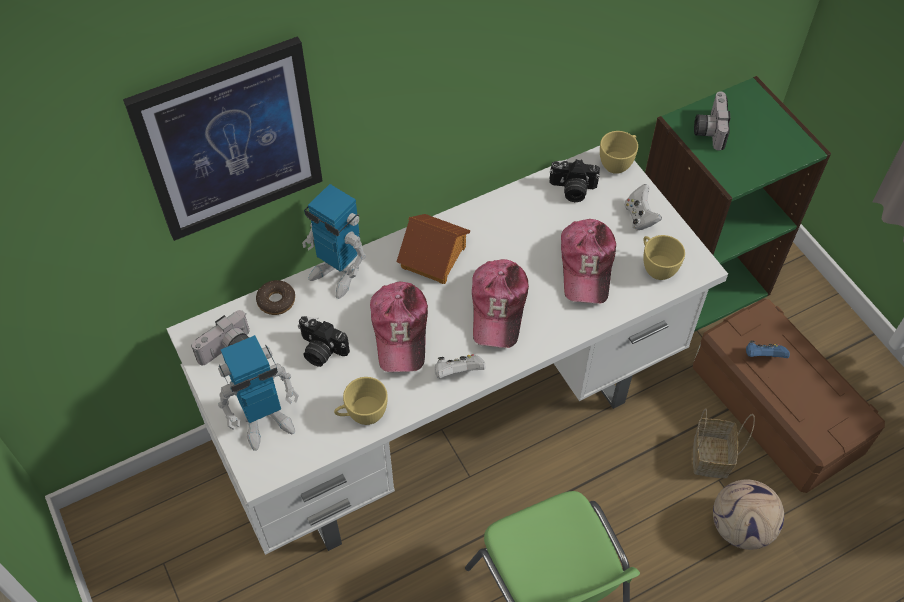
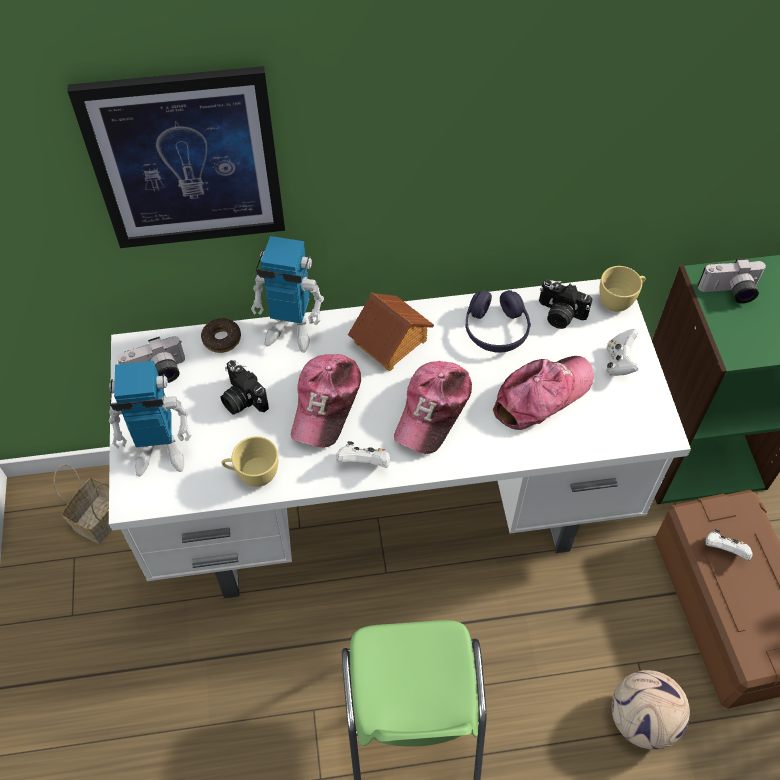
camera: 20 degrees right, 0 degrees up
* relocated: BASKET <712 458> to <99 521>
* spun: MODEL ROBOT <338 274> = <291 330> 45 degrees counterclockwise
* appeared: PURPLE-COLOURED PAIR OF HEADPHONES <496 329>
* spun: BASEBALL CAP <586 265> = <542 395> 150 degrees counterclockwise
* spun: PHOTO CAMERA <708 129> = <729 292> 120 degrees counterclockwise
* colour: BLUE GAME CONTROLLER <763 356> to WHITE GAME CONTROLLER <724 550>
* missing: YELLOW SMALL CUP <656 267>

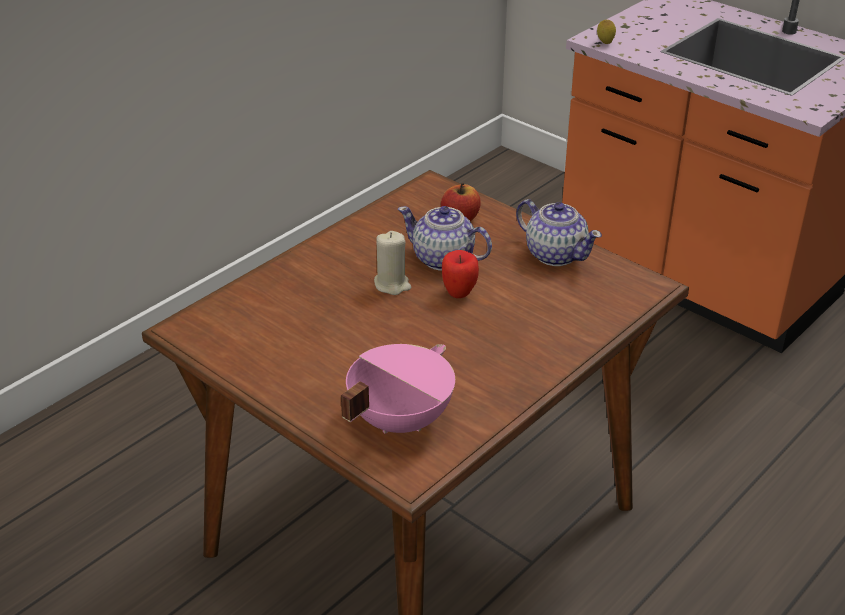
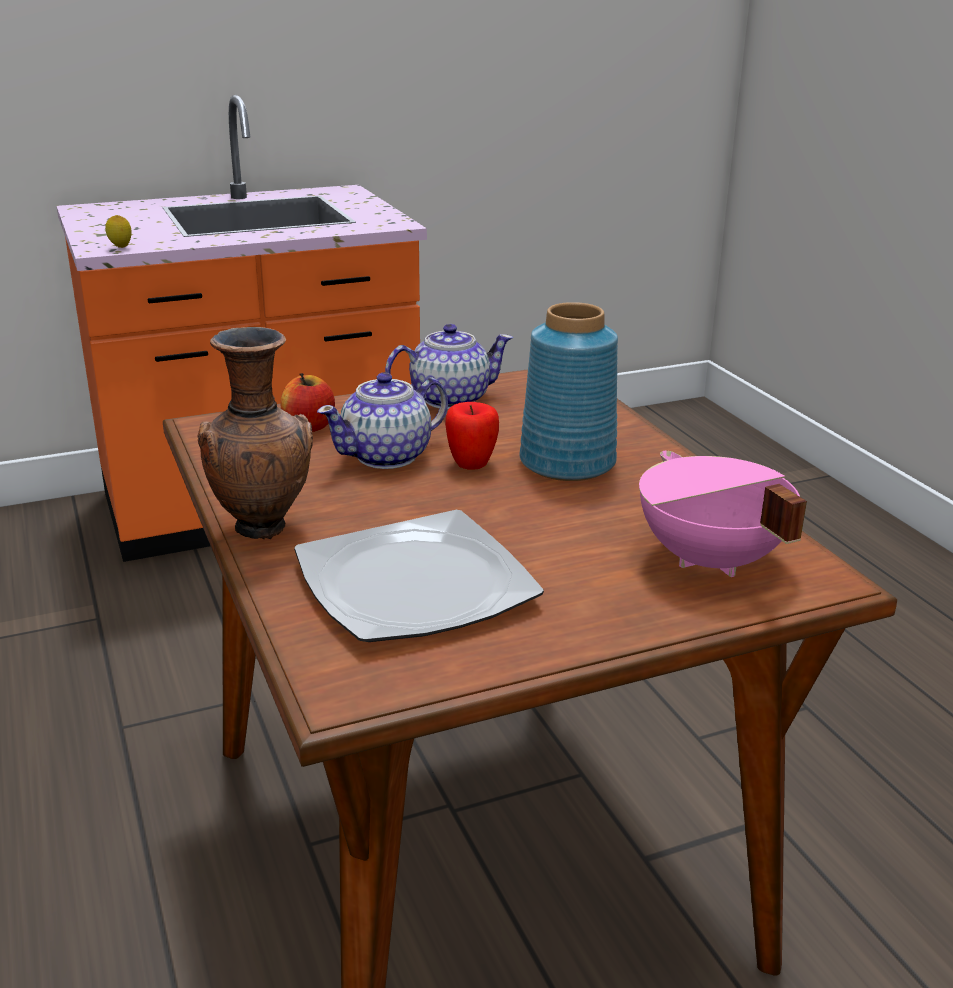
camera: 65 degrees left, 10 degrees down
* appeared: BROWNISH FLOWER VASE <263 527>
* appeared: PLATE <412 583>
* appeared: BLUE FLOWER VASE <568 464>
* missing: BEIGE-COLOURED WAX CANDLE <392 284>

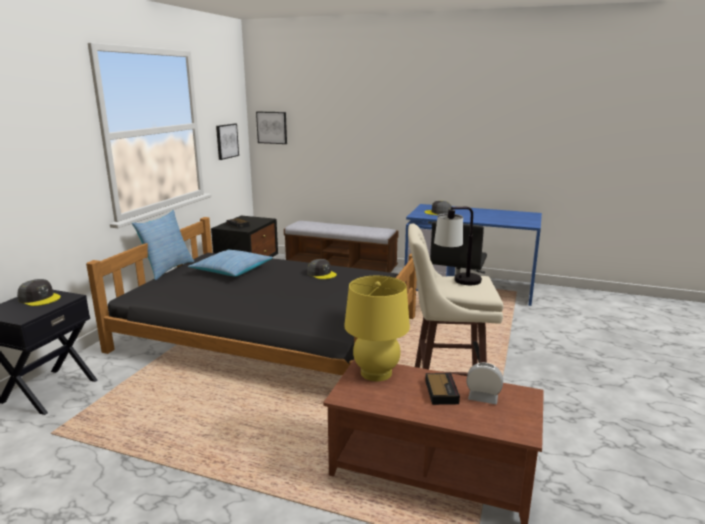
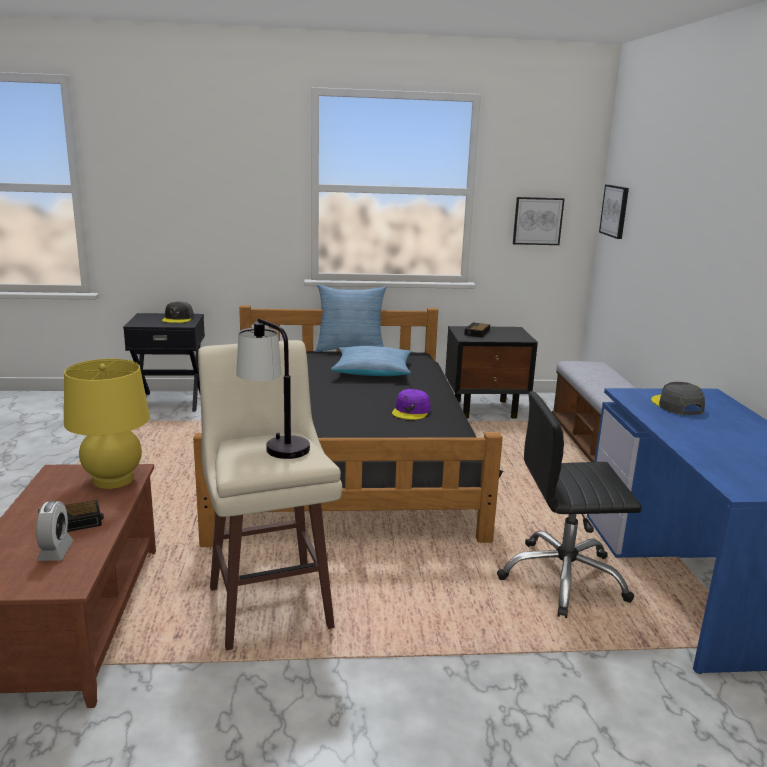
camera: 65 degrees right, 0 degrees up
* colour: GREY BASEBALL CAP <321 274> to PURPLE-COLOURED BASEBALL CAP <411 411>

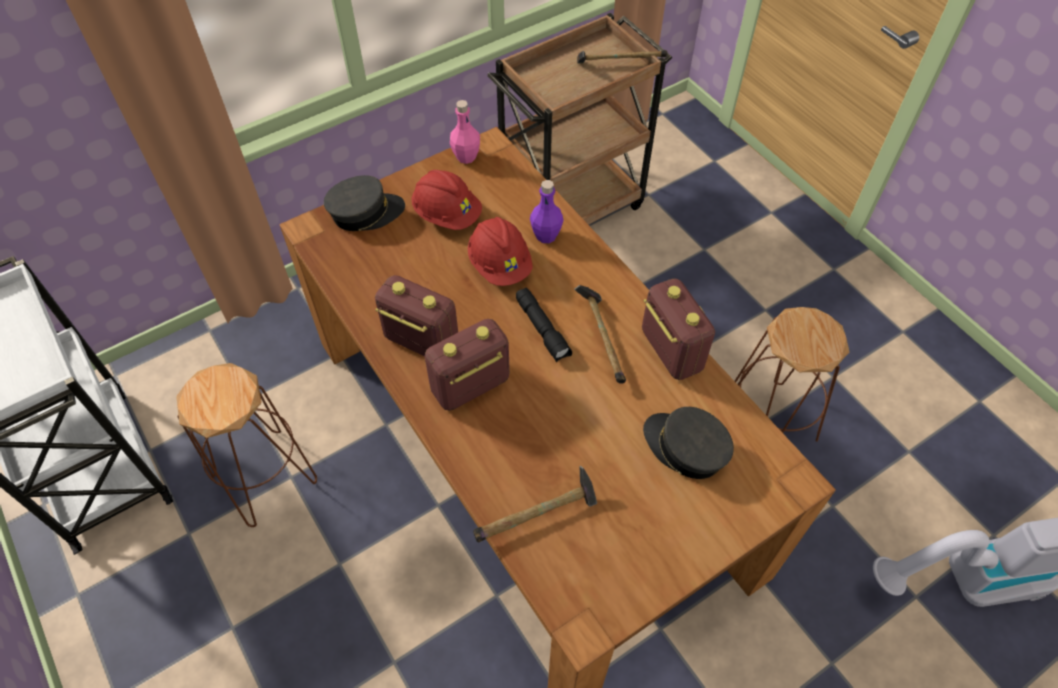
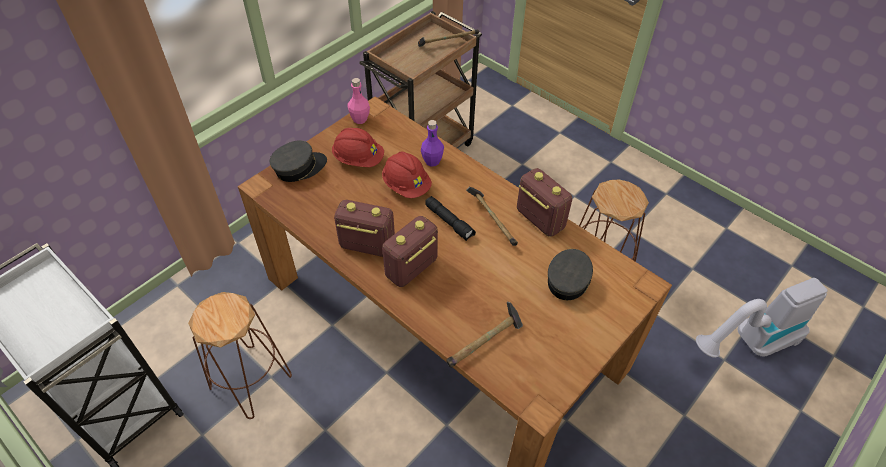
camera: 15 degrees left, 5 degrees down
* spun: GREY BASEBALL CAP <685 448> = <568 279> 90 degrees clockwise

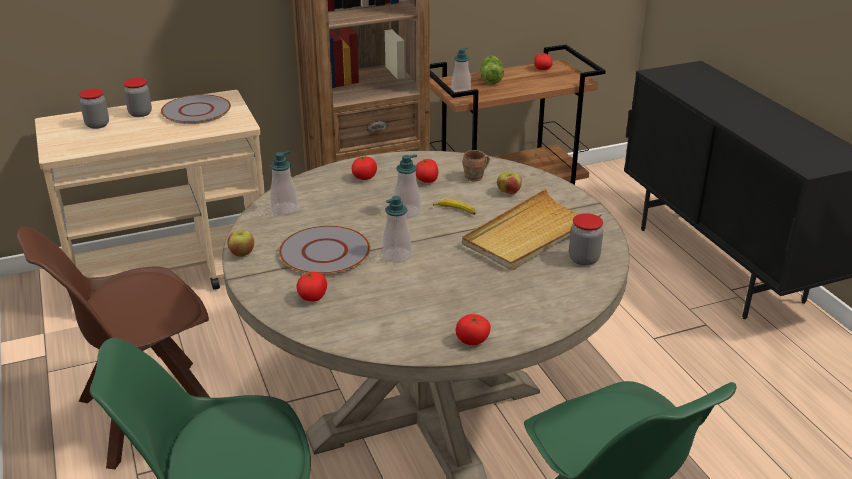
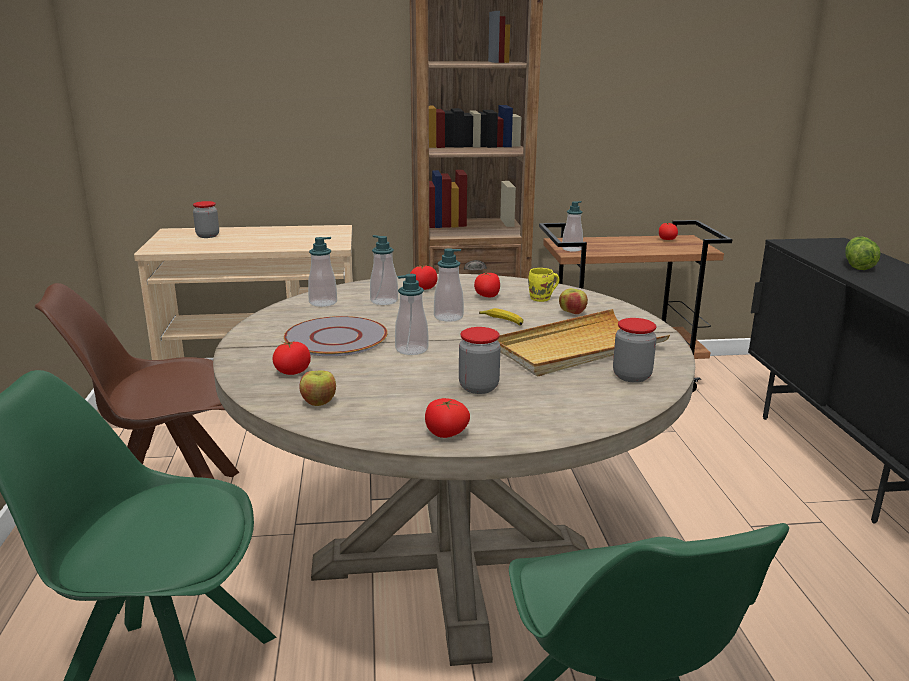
camera: 15 degrees right, 10 degrees down
* relocated: WHOLE APPLE <242 253> to <318 402>
* appeared: SOAP BOTTLE <384 301>
* relocated: PRESERVE JAR <140 113> to <478 387>
* colour: BROWNISH TEA MUG <475 178> to YELLOW TEA MUG <542 299>
* relocated: LETTUCE <491 78> to <858 265>
* missing: GREY PLATE <196 111>

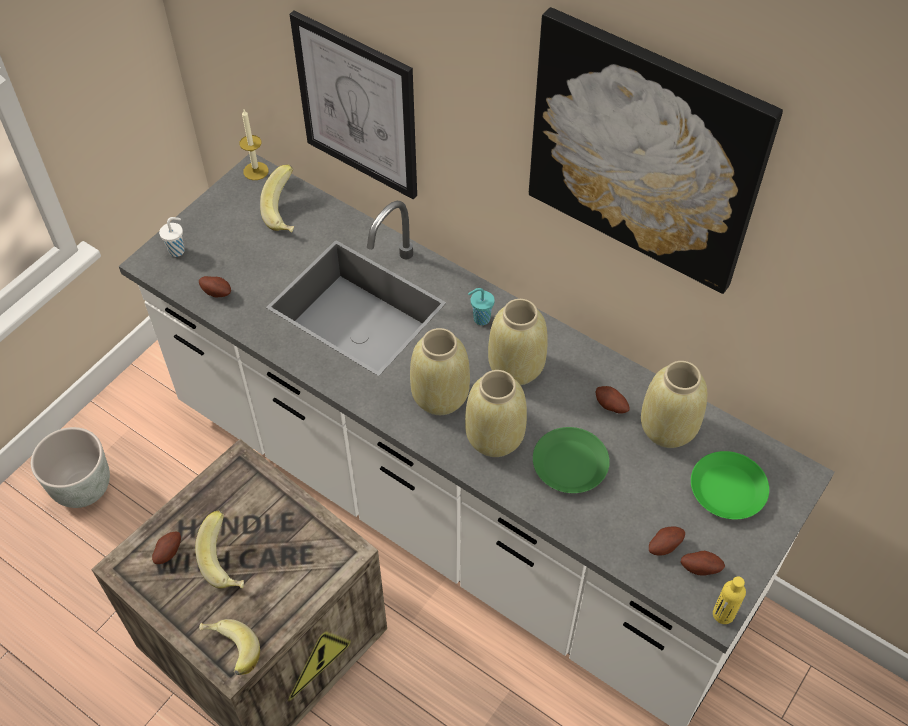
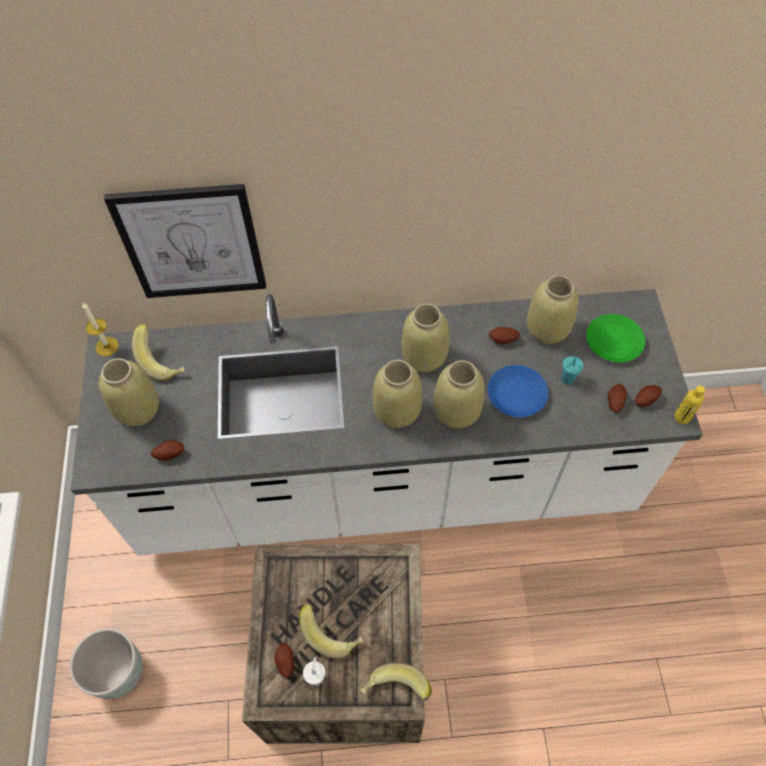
camera: 40 degrees left, 5 degrees up
* appeared: BEIGE-COLOURED FLOWER VASE <138 409>
* relocated: WHITE SMALL CUP <177 250> to <316 677>
* colour: GREEN PLATE <569 465> to BLUE PLATE <516 395>
* relocated: TURQUOISE-COLOURED SMALL CUP <480 319> to <567 379>
* missing: WALL ART <645 152>

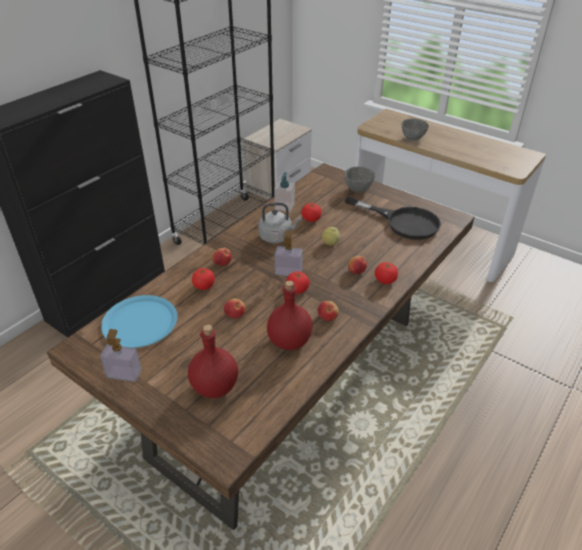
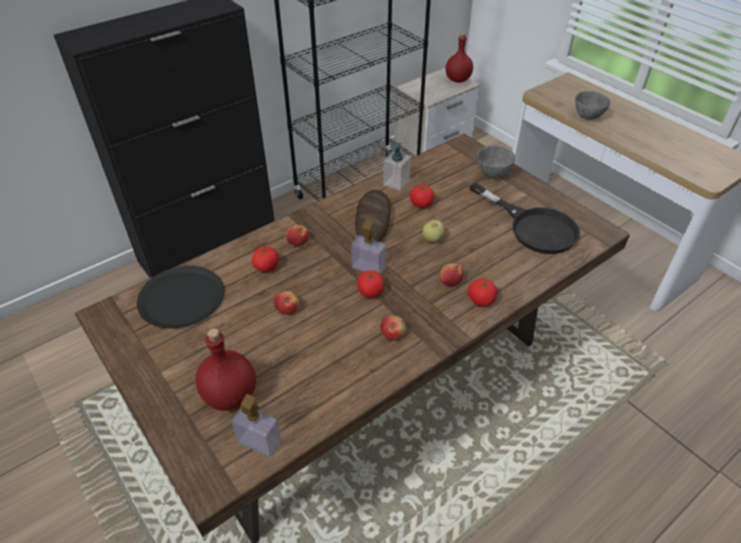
camera: 15 degrees right, 5 degrees up
* colour: BLUE PLATE <140 322> to BLACKISH PLATE <181 298>
* relocated: SOAP BOTTLE <124 374> to <259 442>
* exchanged: GREY KETTLE <277 237> to BAKERY BREAD <373 220>
* relocated: RED BOTTLE <289 342> to <457 80>

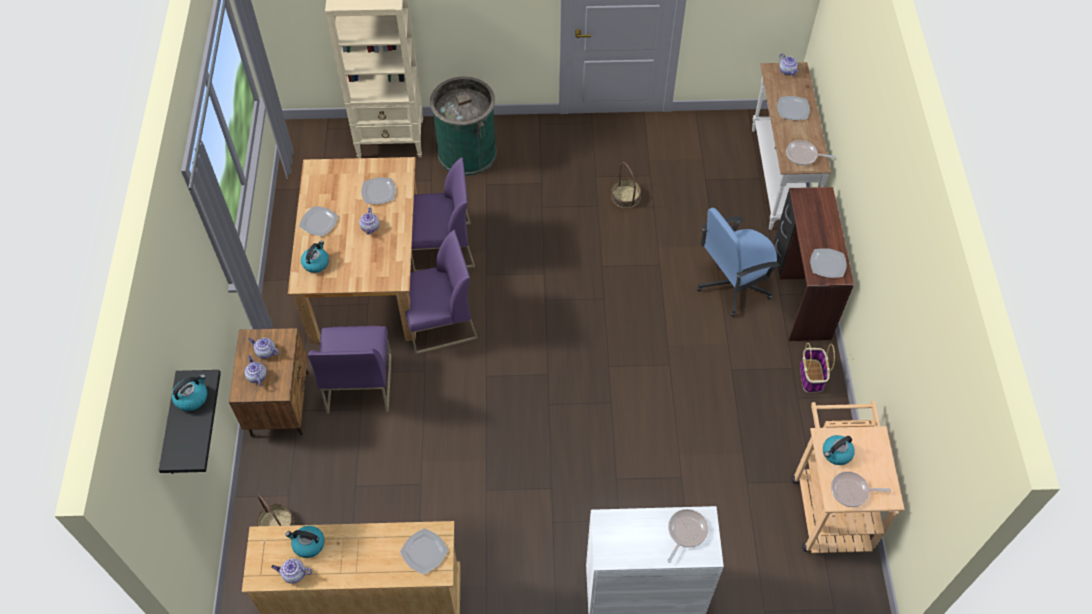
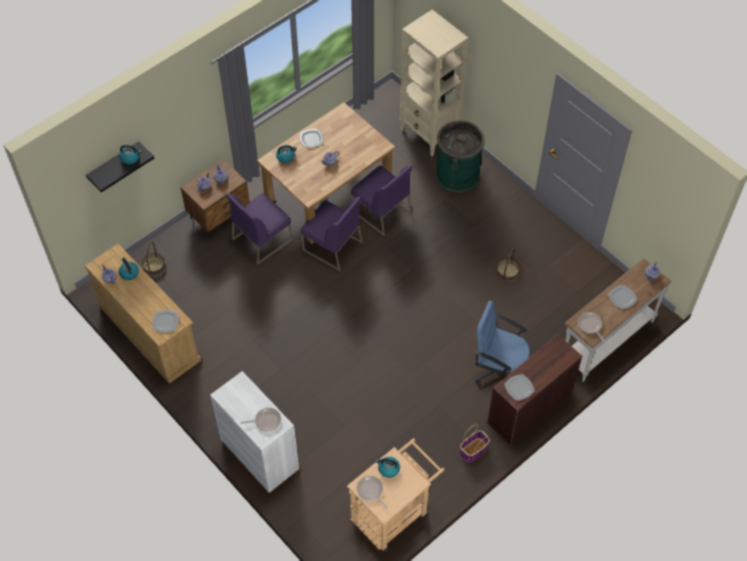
camera: 50 degrees right, 0 degrees up
* missing: PLATE <378 192>

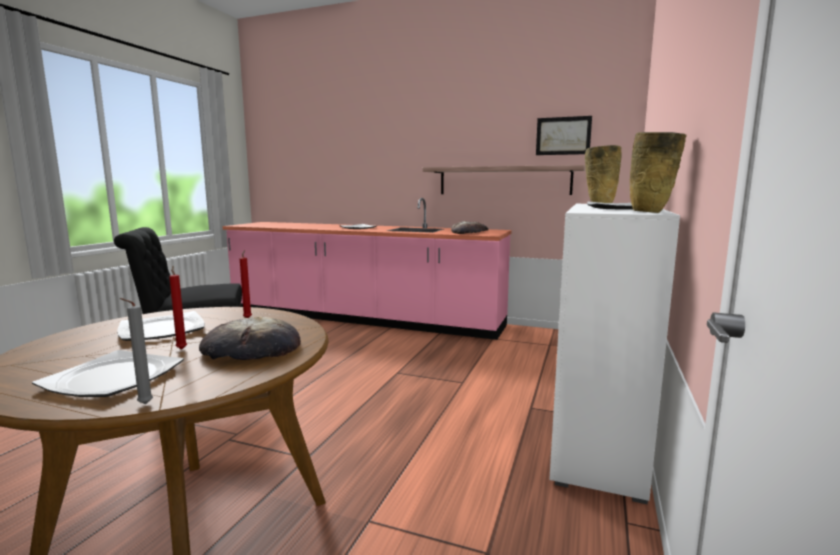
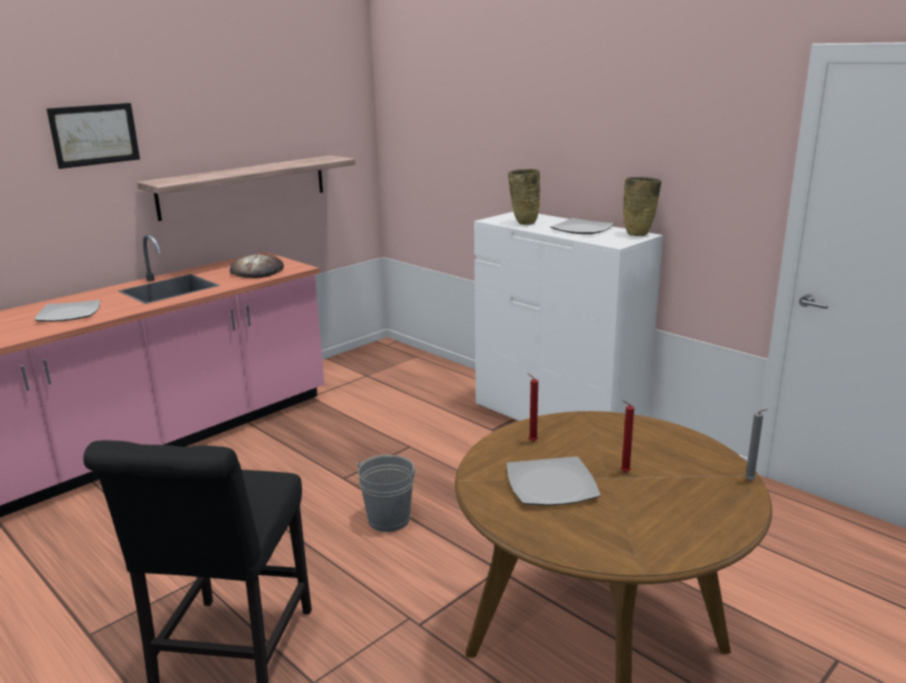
camera: 65 degrees left, 10 degrees up
* relocated: WALL ART <563 136> to <94 135>
* appeared: GREY WATER BUCKET <389 519>
* missing: PLATE <112 378>
* missing: BAKERY BREAD <251 349>

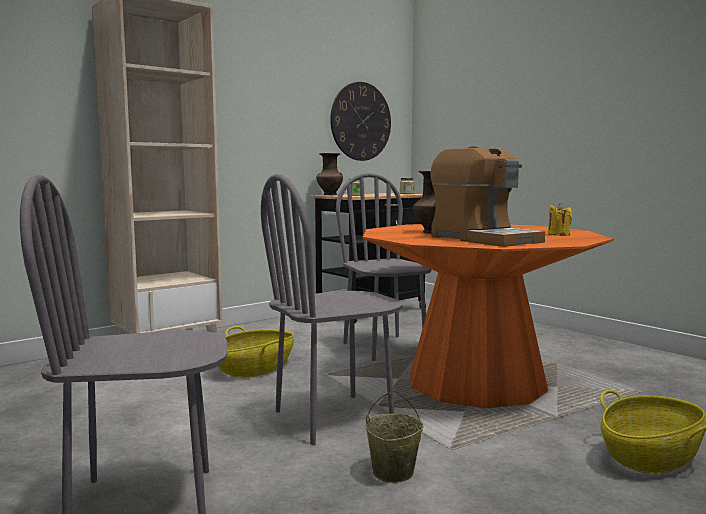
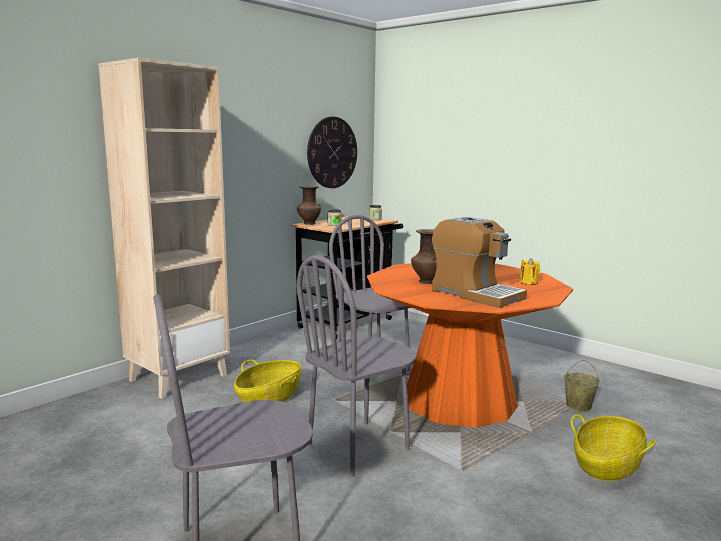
camera: 10 degrees left, 5 degrees up
* relocated: BEIGE-COLOURED WATER BUCKET <392 473> to <578 406>

